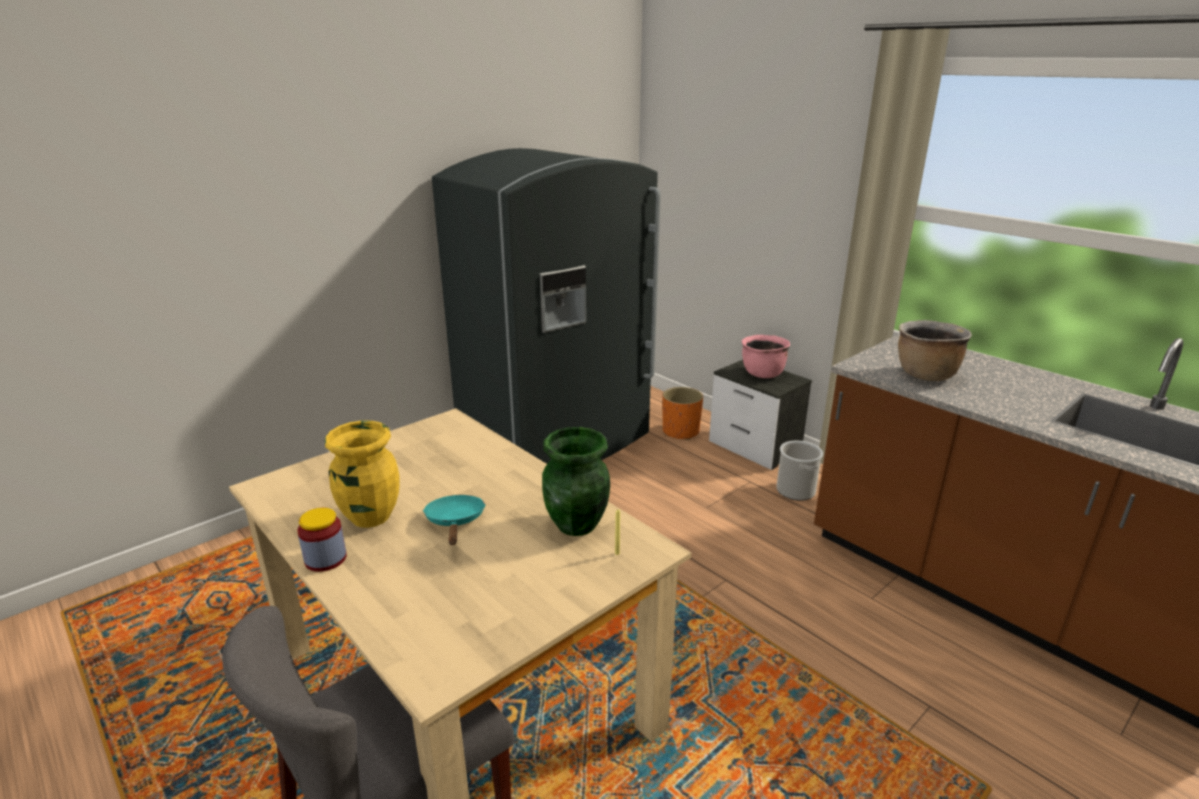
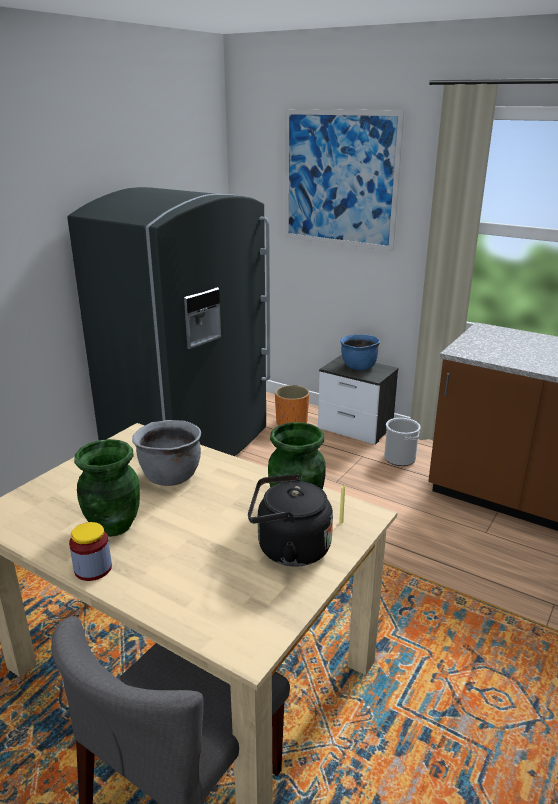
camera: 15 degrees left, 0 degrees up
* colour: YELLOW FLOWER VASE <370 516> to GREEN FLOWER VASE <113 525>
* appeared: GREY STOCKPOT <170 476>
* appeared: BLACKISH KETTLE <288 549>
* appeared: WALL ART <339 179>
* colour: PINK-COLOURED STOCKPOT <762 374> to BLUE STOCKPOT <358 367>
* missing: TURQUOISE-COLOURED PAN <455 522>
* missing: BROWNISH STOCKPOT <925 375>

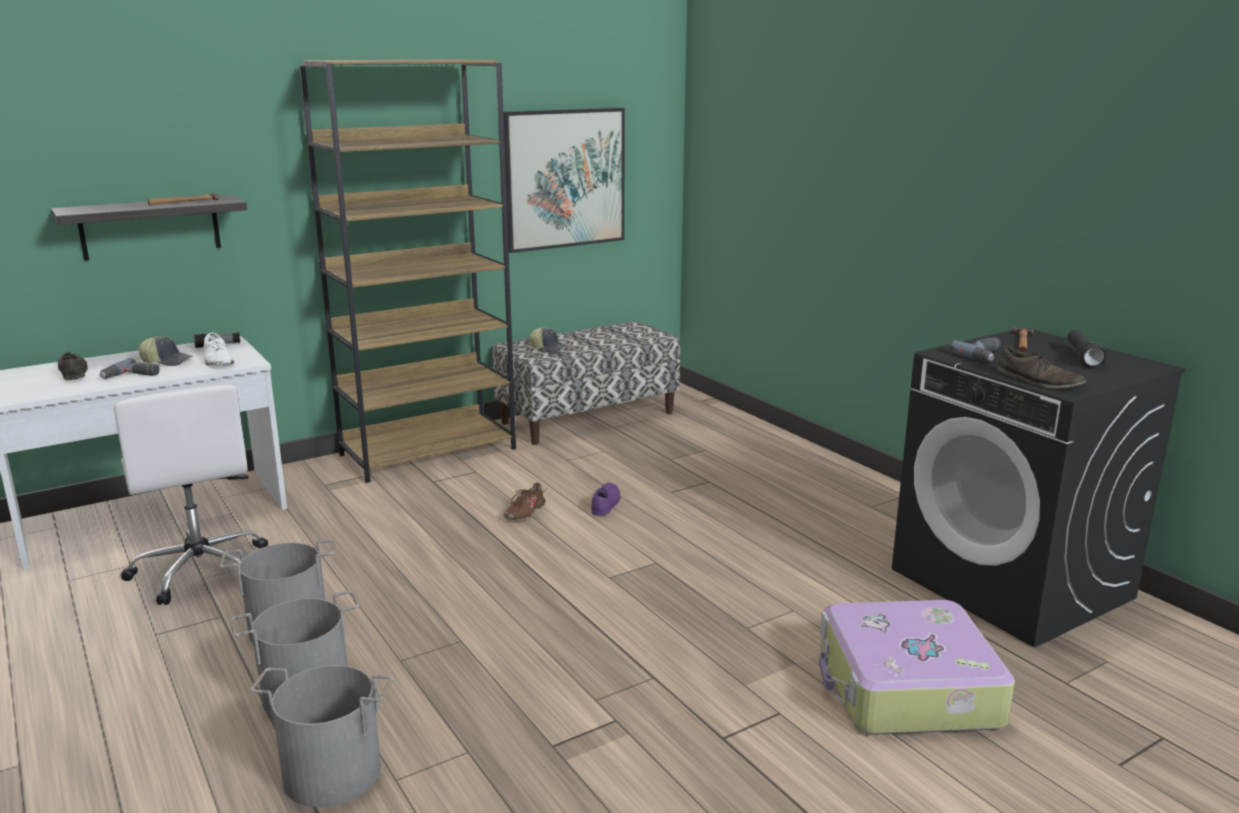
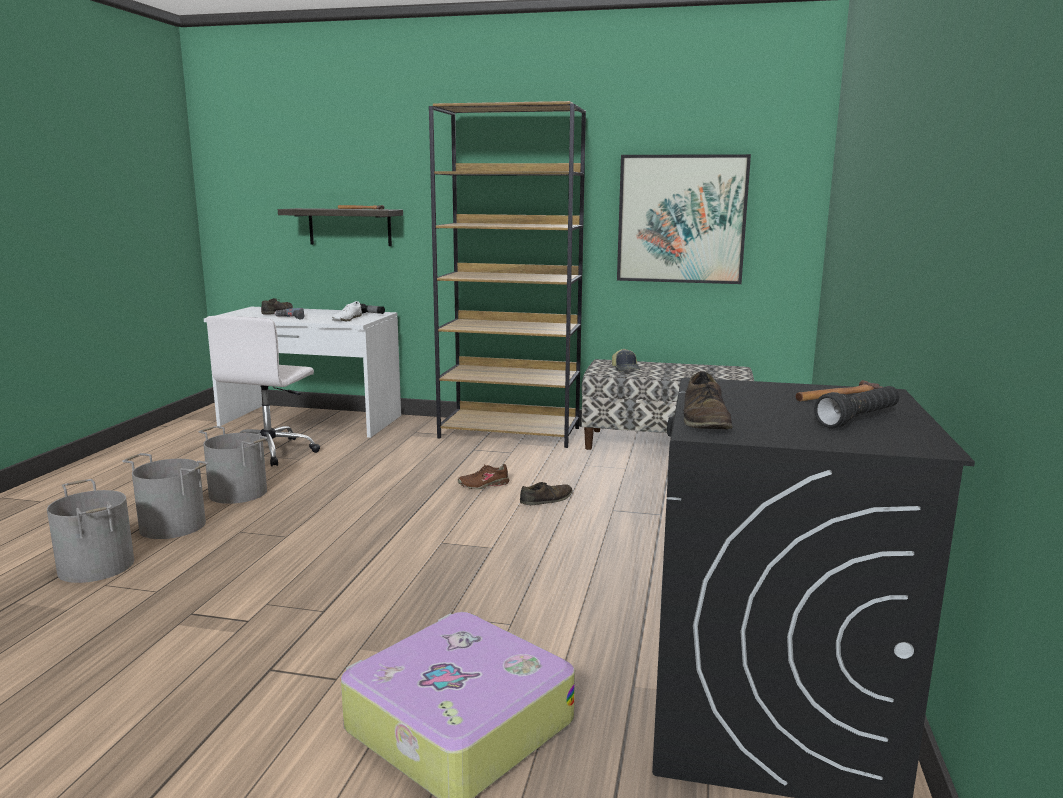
camera: 45 degrees right, 5 degrees down
* colour: PURPLE-COLOURED LOW SHOE <605 504> to BROWNISH LOW SHOE <546 499>
* missing: BASEBALL CAP <167 361>
* missing: ELECTRIC DRILL <985 355>

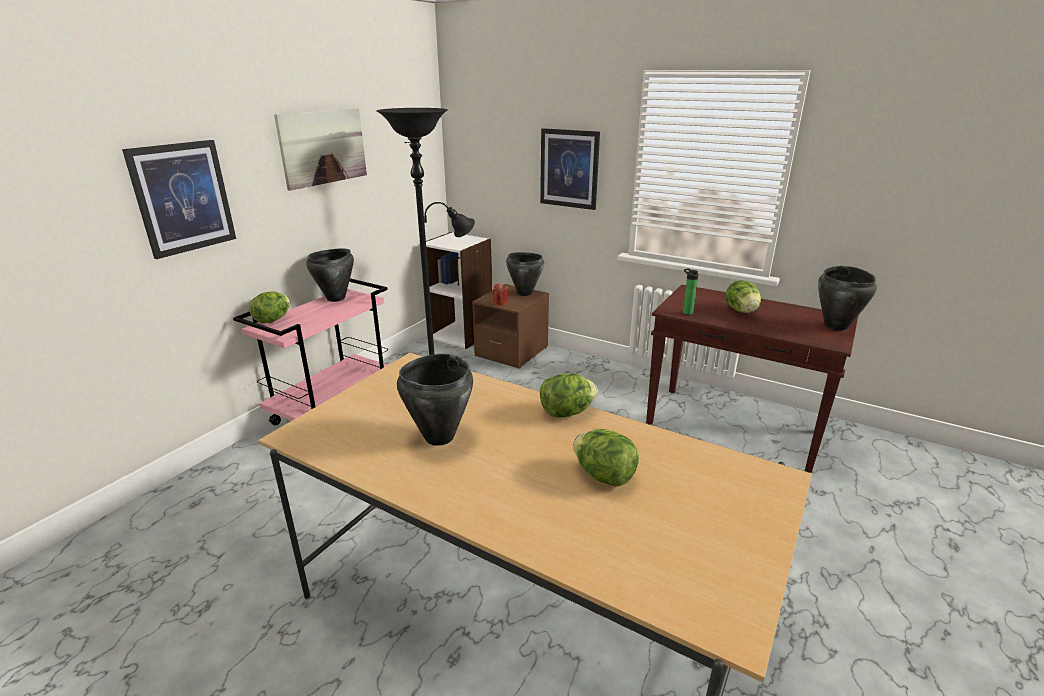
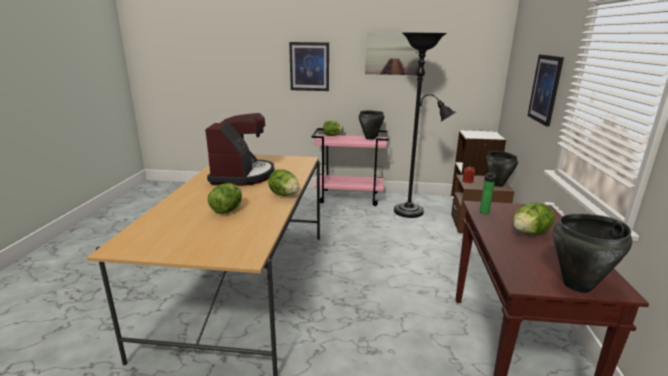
camera: 65 degrees right, 5 degrees down
* exchanged: BLACKISH STOCKPOT <438 437> to COFFEE MACHINE <242 175>

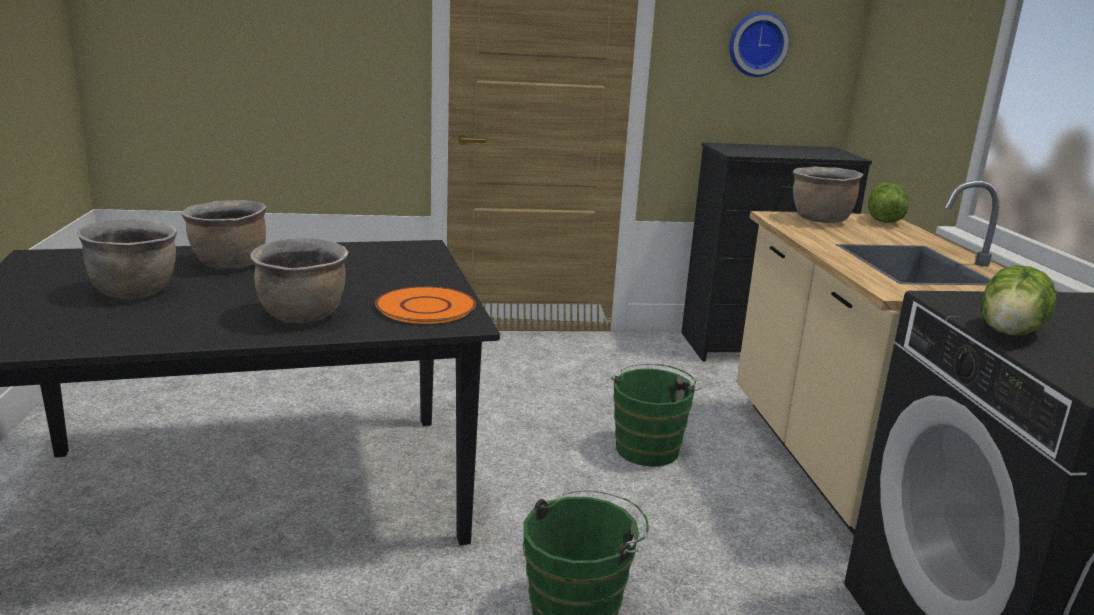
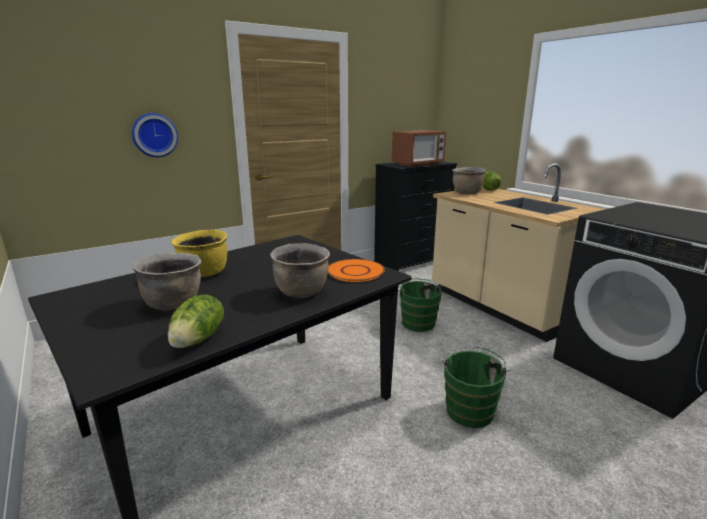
camera: 25 degrees left, 0 degrees up
* relocated: CLOCK ON THE WALL <757 44> to <154 135>
* relocated: LETTUCE <1011 332> to <199 339>
* colour: BROWNISH STOCKPOT <229 265> to YELLOW STOCKPOT <204 273>
* appeared: KITCHEN MICROWAVE <418 164>

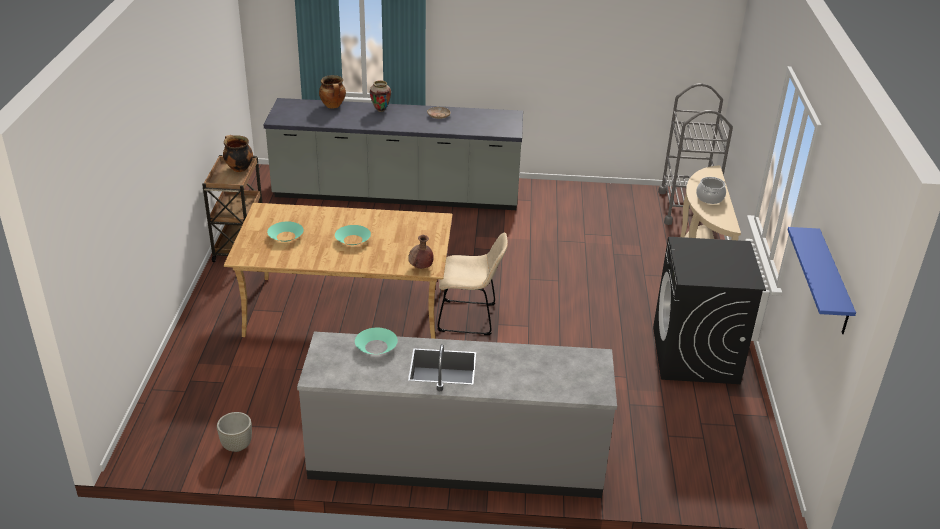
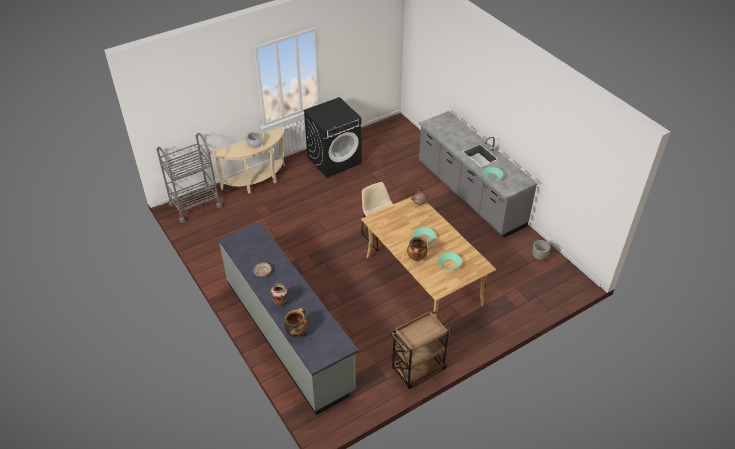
camera: 125 degrees left, 10 degrees up
* relocated: STOCKPOT <238 168> to <416 258>
* missing: BLUE SHELF <832 282>

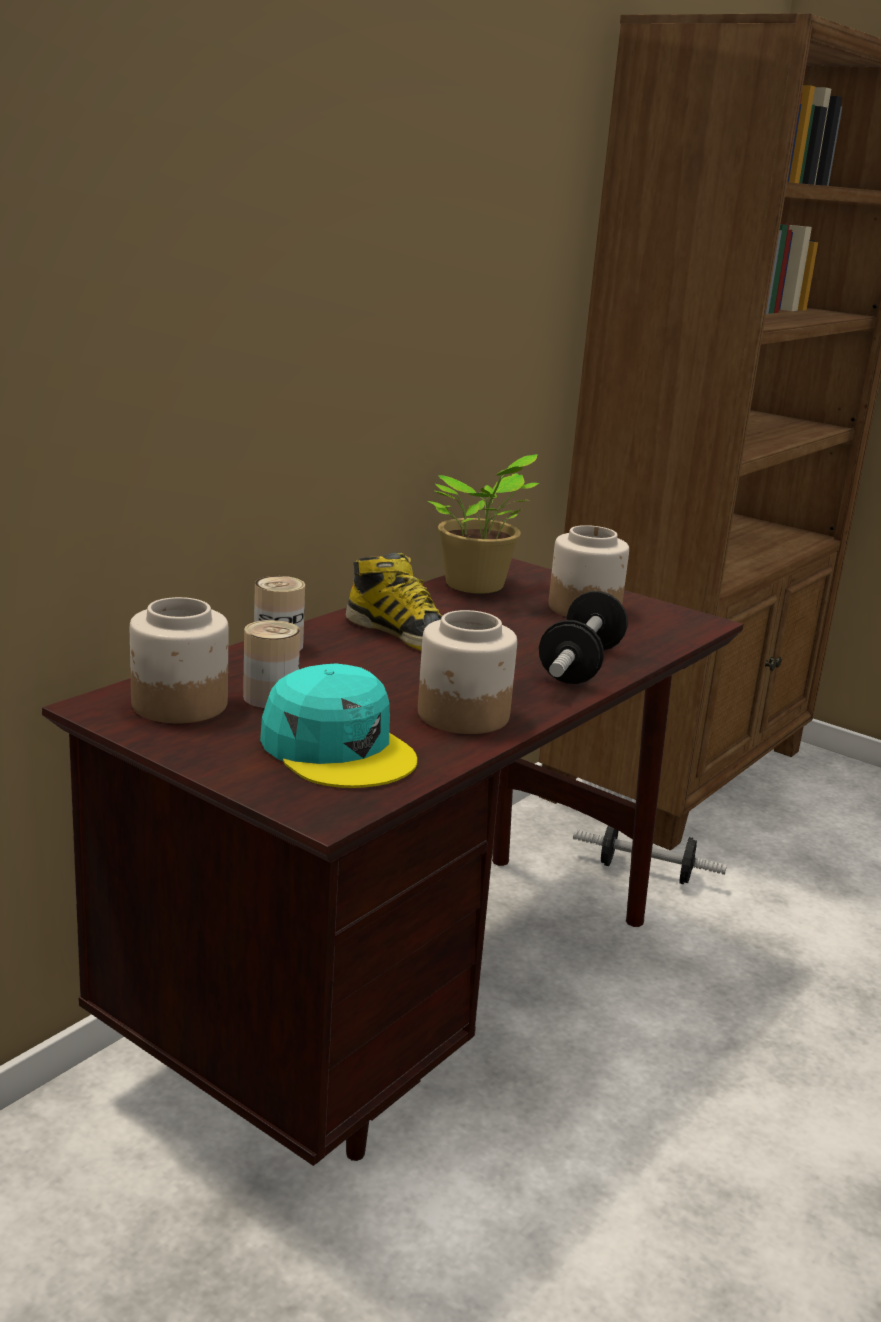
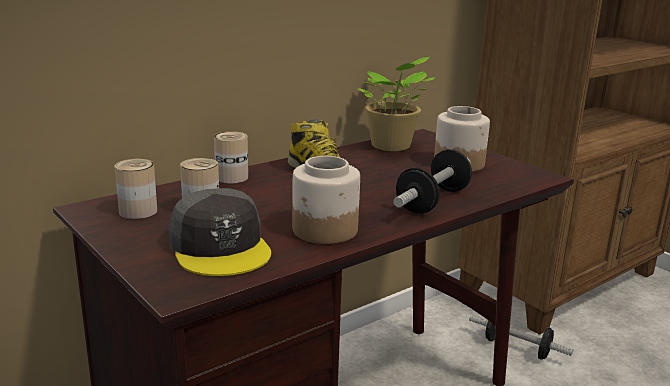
camera: 15 degrees right, 0 degrees up
* exchanged: PRESERVE JAR <179 705> to SEALED CAN <138 211>
* colour: TURQUOISE-COLOURED BASEBALL CAP <338 749> to GREY BASEBALL CAP <220 247>

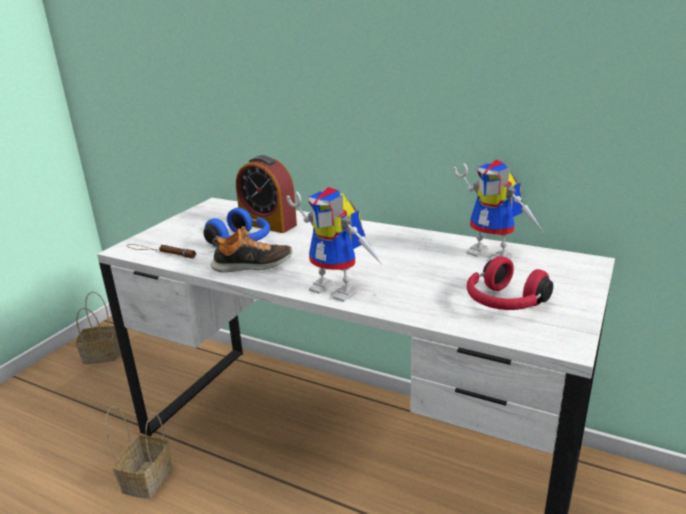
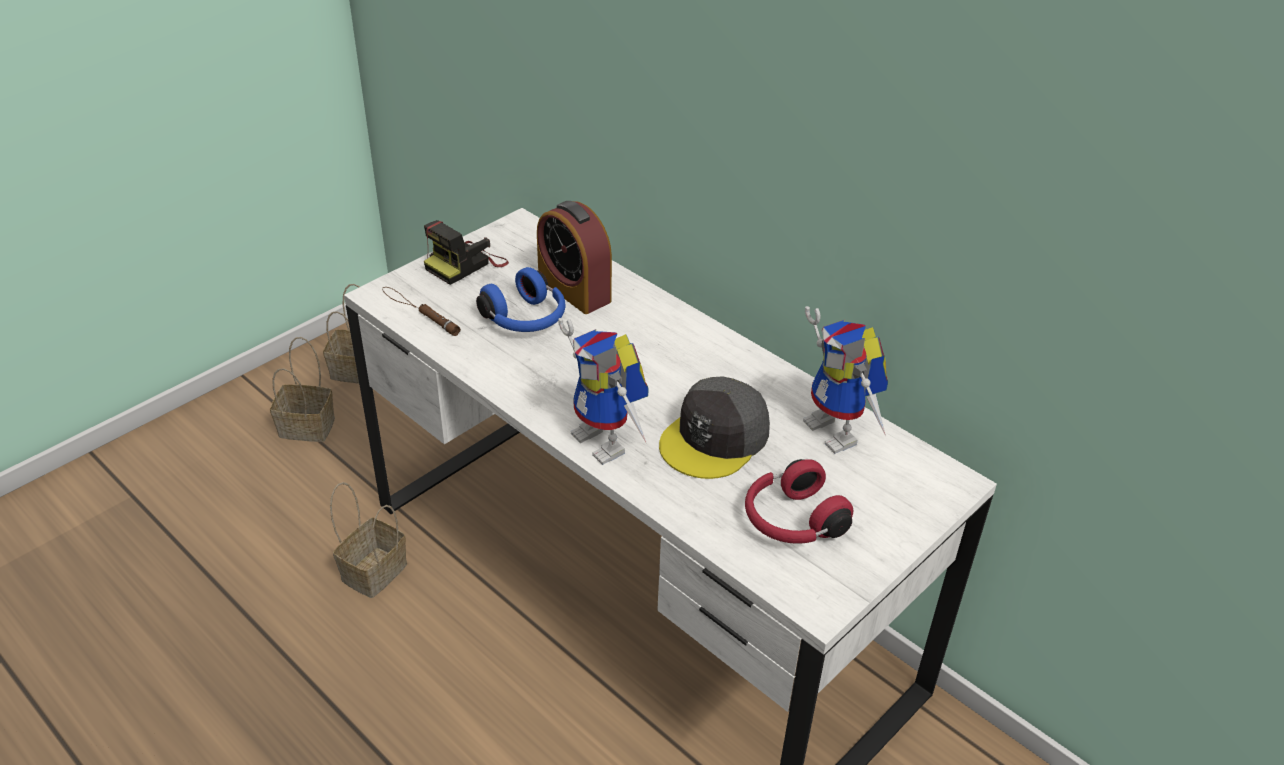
camera: 15 degrees right, 15 degrees up
* appeared: BASKET <309 426>
* appeared: PHOTO CAMERA <465 264>
* appeared: GREY BASEBALL CAP <715 438>
* missing: LOW SHOE <253 265>

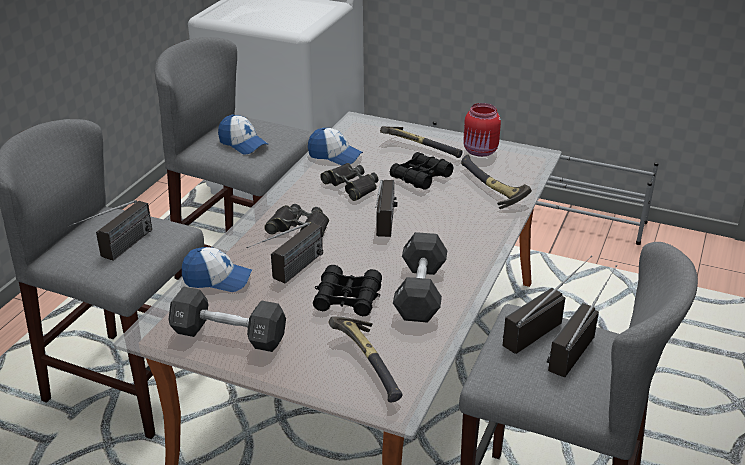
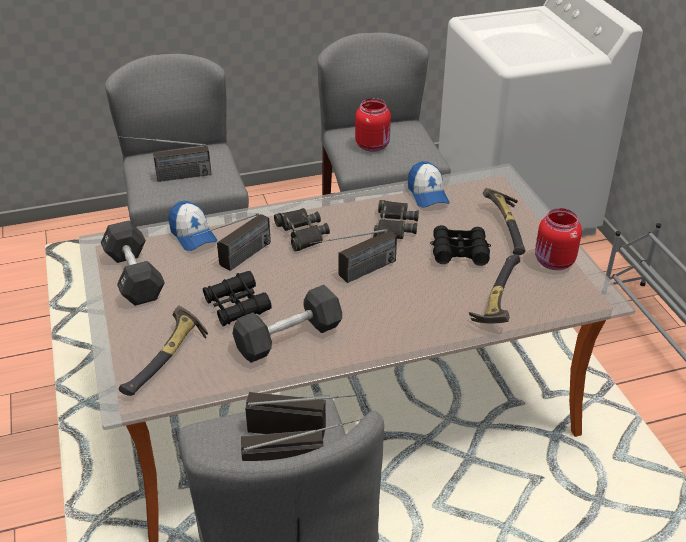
camera: 50 degrees right, 5 degrees up
* spun: RADIO SET <289 274> = <235 262> 45 degrees counterclockwise
* exchanged: BASEBALL CAP <243 144> to RED PRESERVE JAR <373 145>

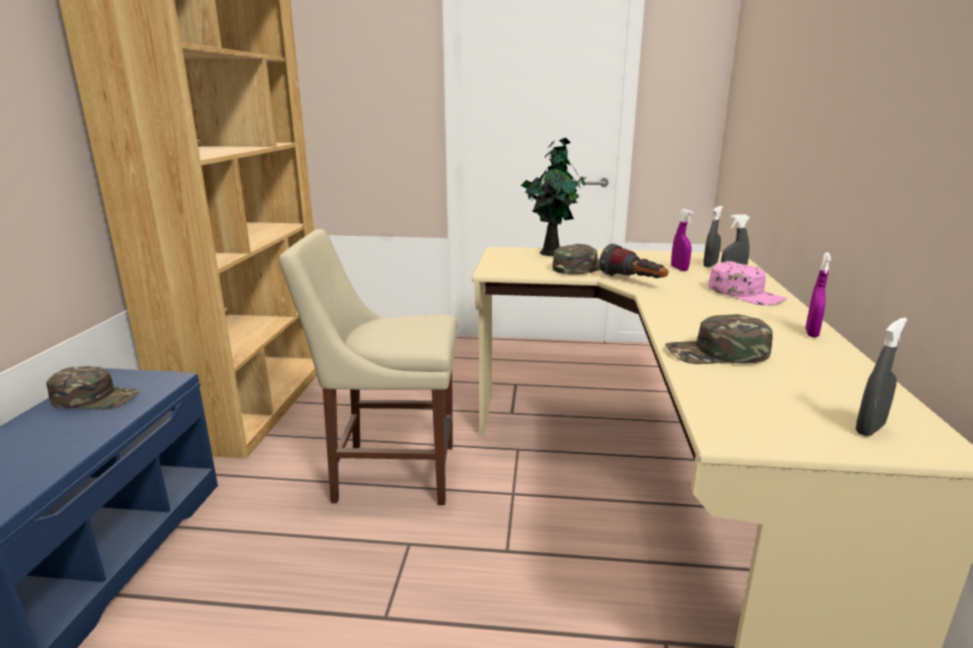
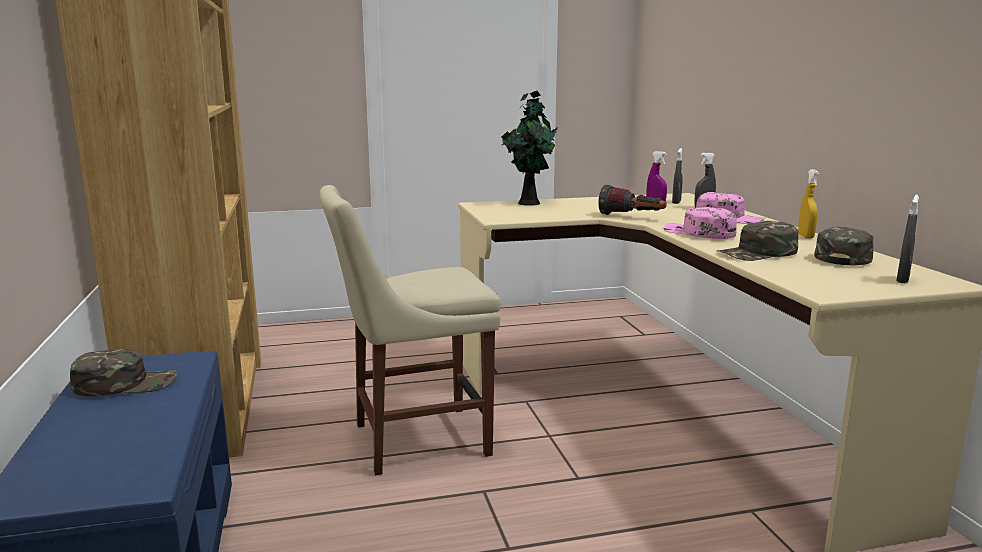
camera: 20 degrees left, 5 degrees down
* appeared: PINK-COLOURED BASEBALL CAP <698 233>
* colour: PURPLE-COLOURED HAND SPRAYER <811 333> to YELLOW HAND SPRAYER <805 236>
* relocated: GREEN BASEBALL CAP <581 268> to <843 257>

